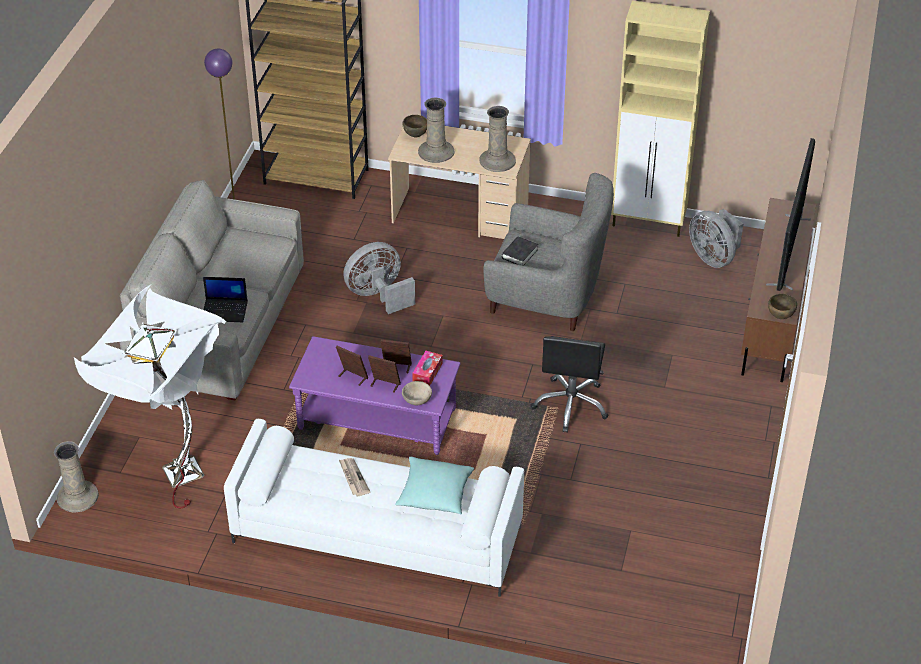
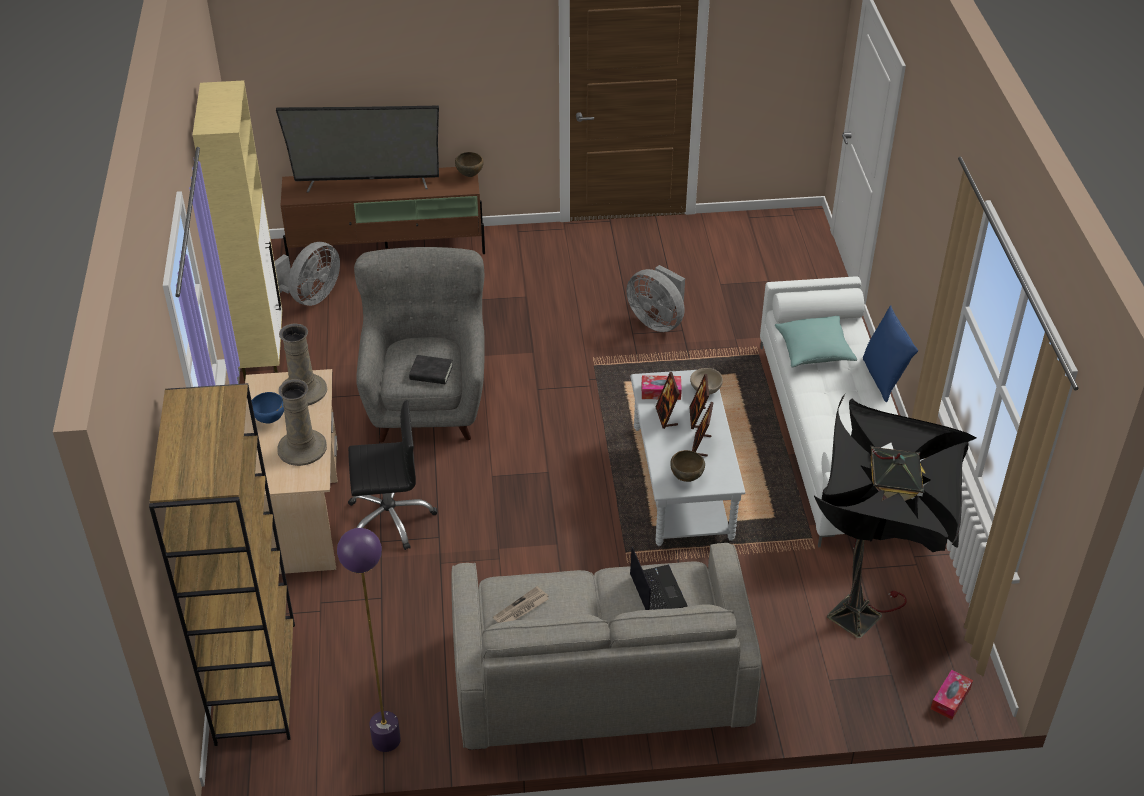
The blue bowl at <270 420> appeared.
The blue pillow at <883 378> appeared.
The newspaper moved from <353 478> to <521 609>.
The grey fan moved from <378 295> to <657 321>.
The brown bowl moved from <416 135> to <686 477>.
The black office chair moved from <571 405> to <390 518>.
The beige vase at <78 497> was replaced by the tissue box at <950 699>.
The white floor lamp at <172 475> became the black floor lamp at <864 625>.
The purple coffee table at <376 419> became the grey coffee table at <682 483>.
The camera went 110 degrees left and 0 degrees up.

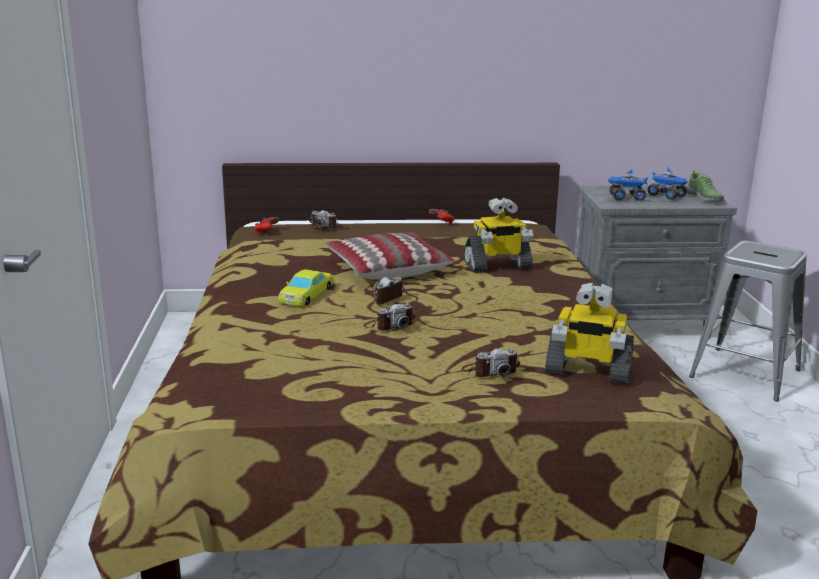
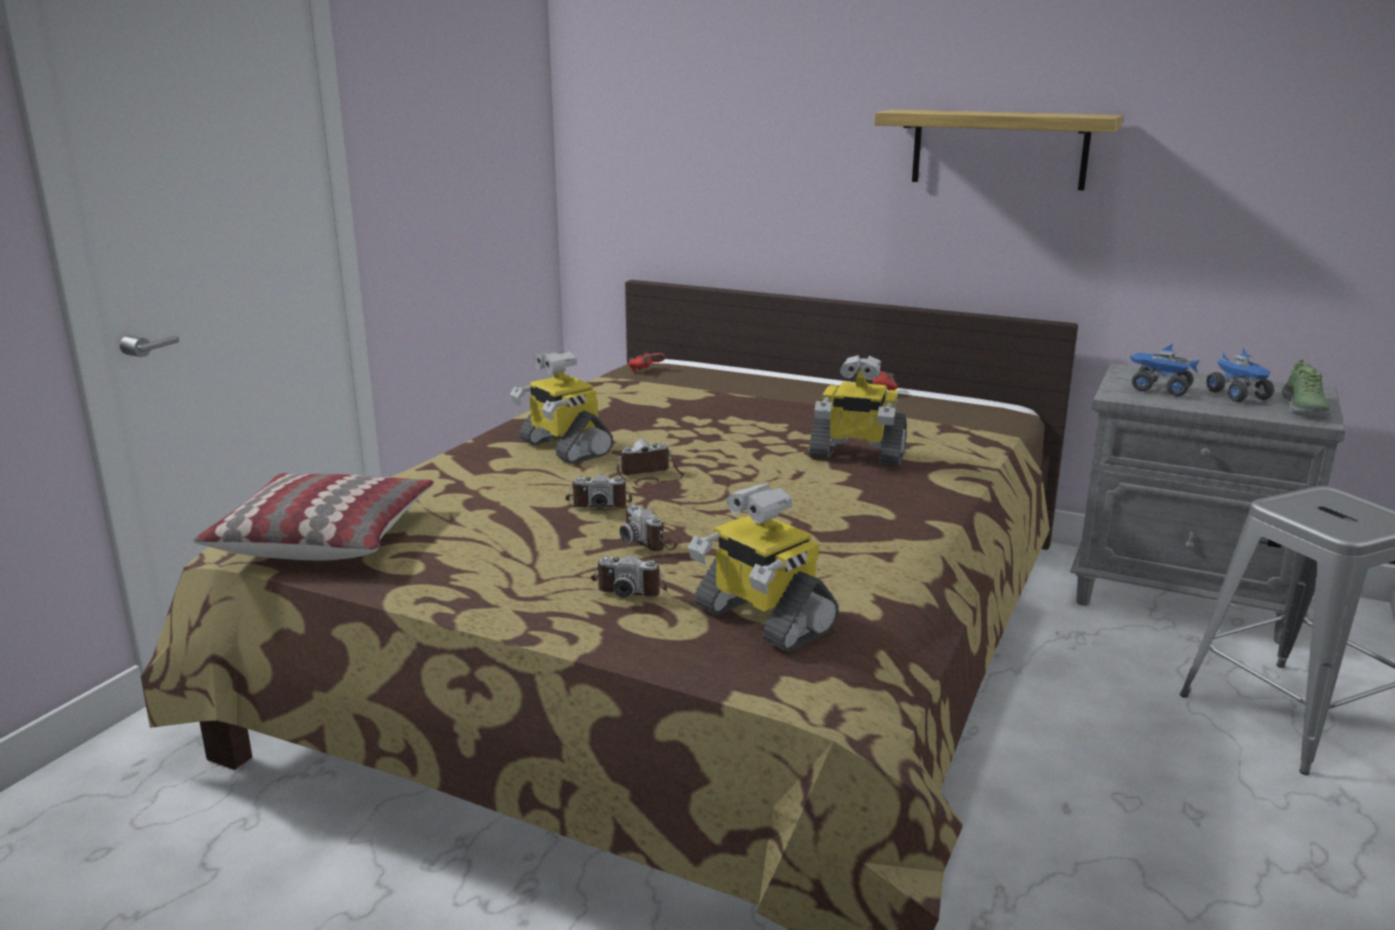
The shelf at <999 149> appeared.
The photo camera moved from <326 226> to <654 540>.
The pillow moved from <387 268> to <325 536>.
The yellow toy car at <306 294> was replaced by the toy robot at <563 448>.
The camera went 30 degrees right and 0 degrees up.

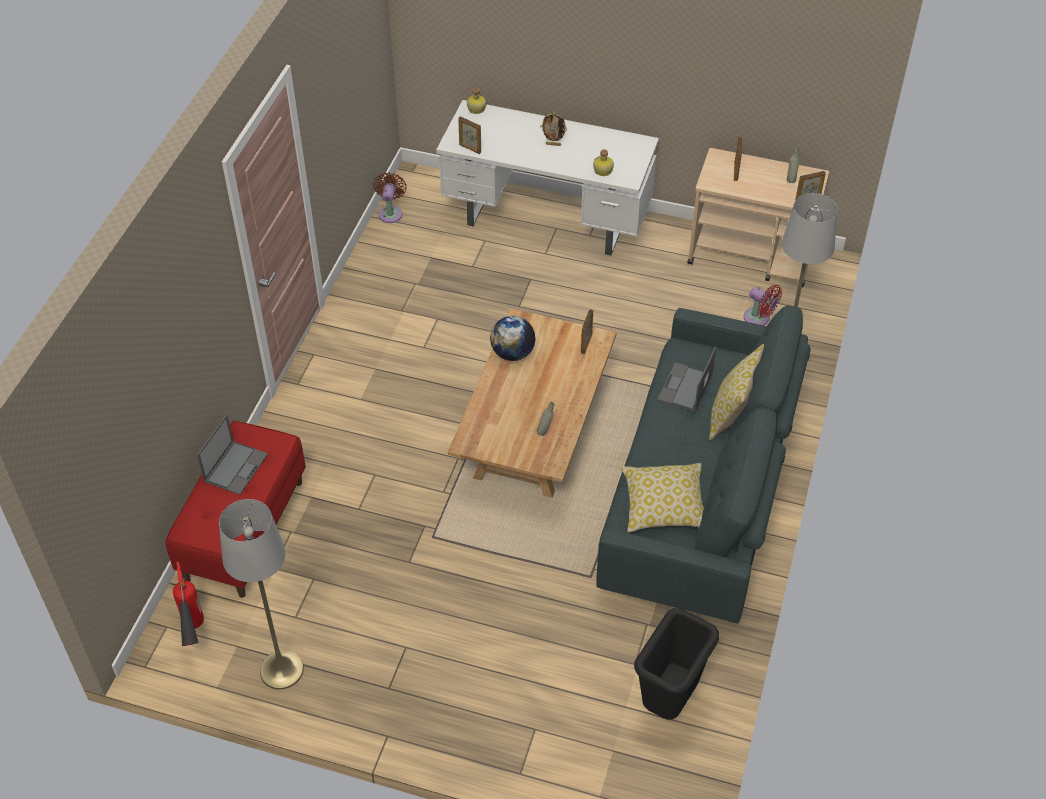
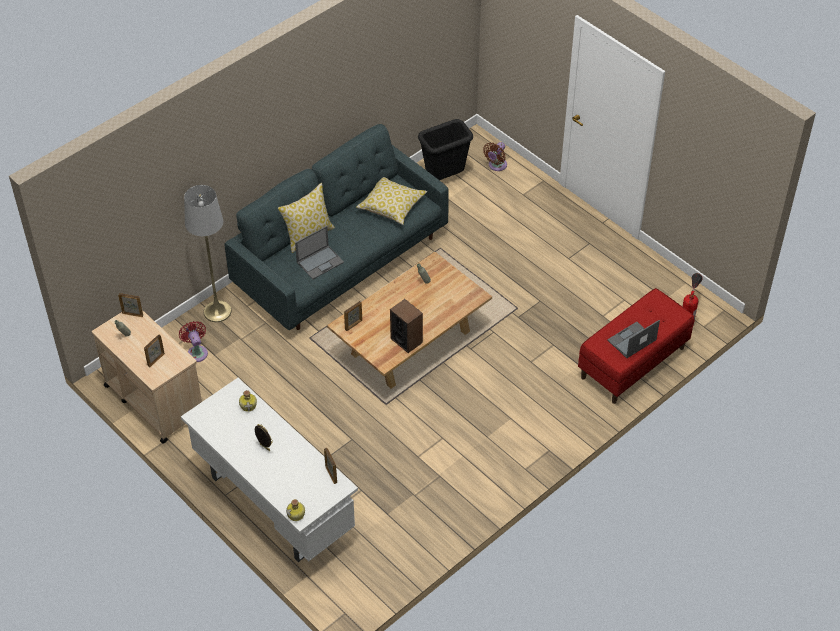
The grey floor lamp at <281 670> disappeared.
The brown fan moved from <391 212> to <496 166>.
The globe at <512 353> was replaced by the speaker at <406 340>.
The camera went 150 degrees left and 0 degrees up.

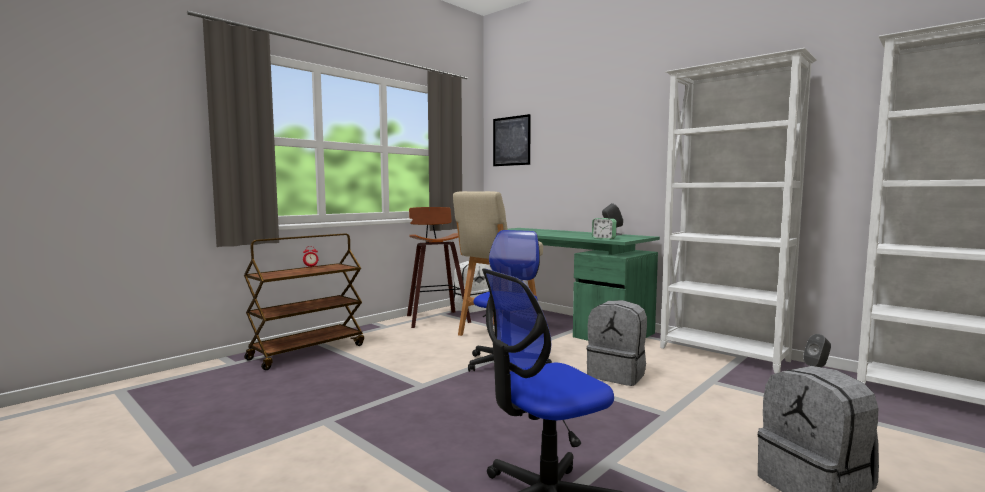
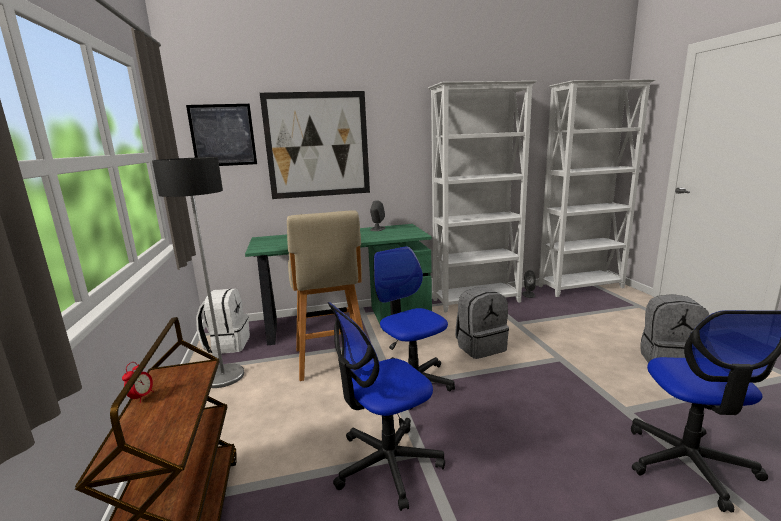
The alarm clock at <603 238> disappeared.
The picture at <317 145> appeared.
The office chair at <387 464> appeared.
The stool at <435 318> was replaced by the floor lamp at <223 376>.
The camera went 55 degrees left and 10 degrees up.

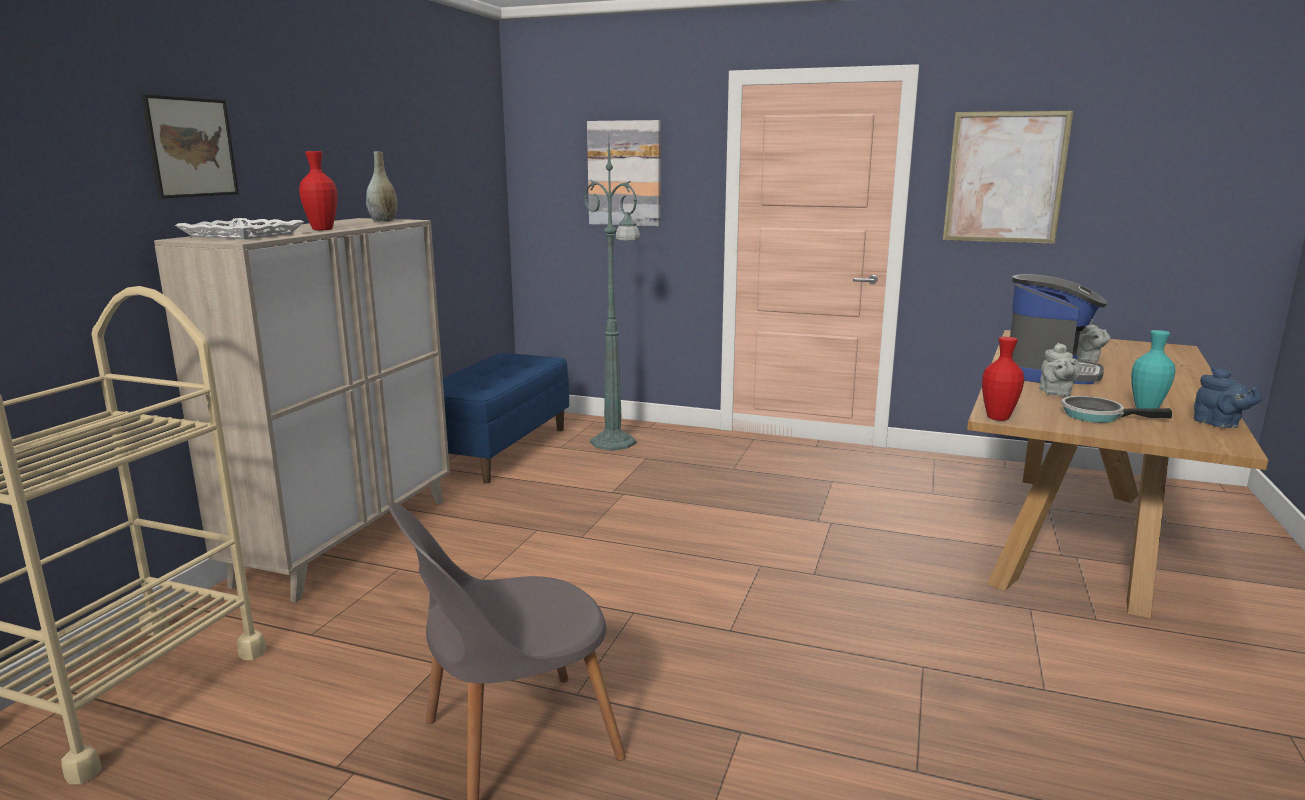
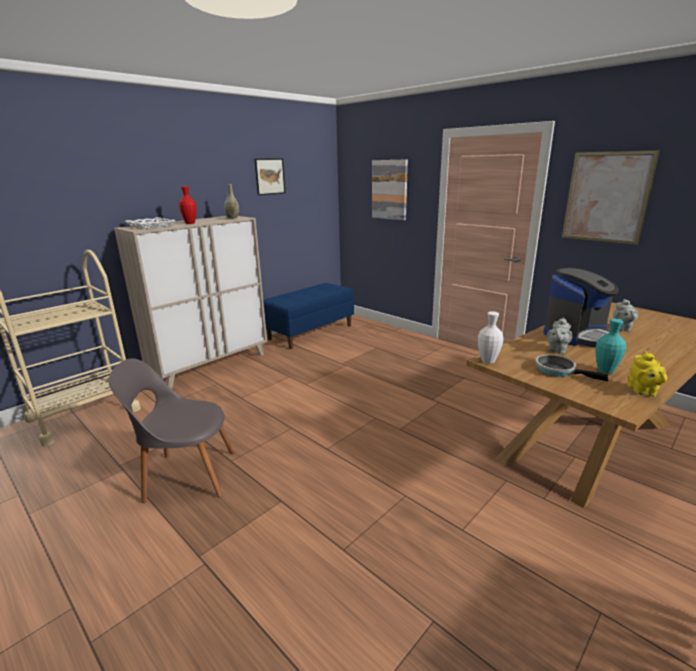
The green floor lamp at <614 443> disappeared.
The picture moved from <191 147> to <270 176>.
The red vase at <998 418> became the white vase at <488 361>.
The blue teapot at <1219 424> became the yellow teapot at <643 392>.
The camera went 25 degrees right and 5 degrees up.

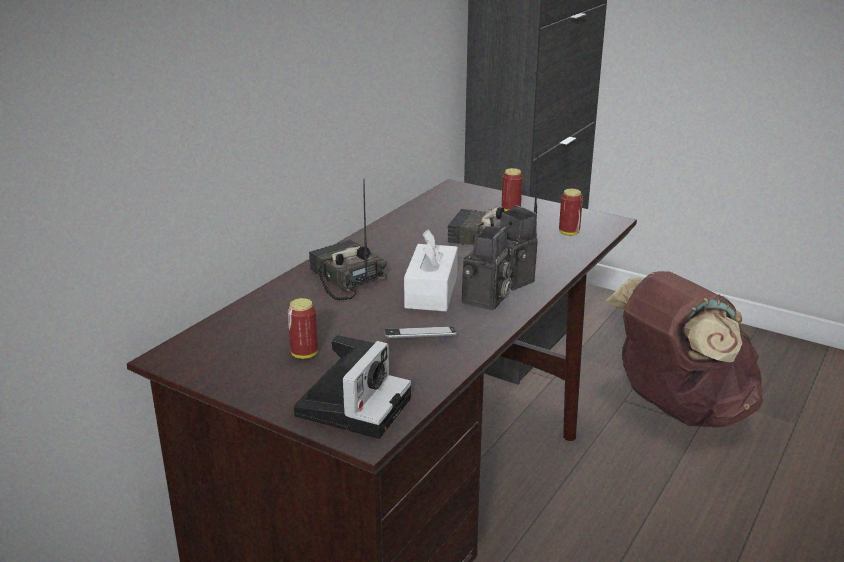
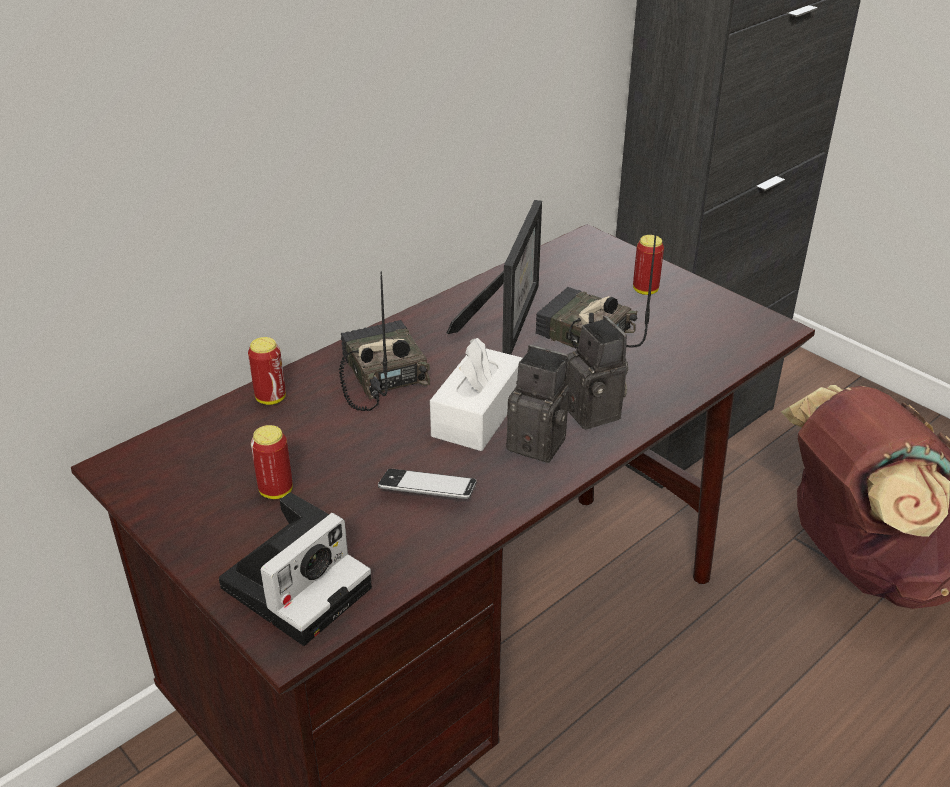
The picture frame at <508 316> appeared.
The can moved from <569 233> to <271 398>.
The photo camera at <486 301> turned 105 degrees counterclockwise.
The camera went 15 degrees right and 10 degrees up.

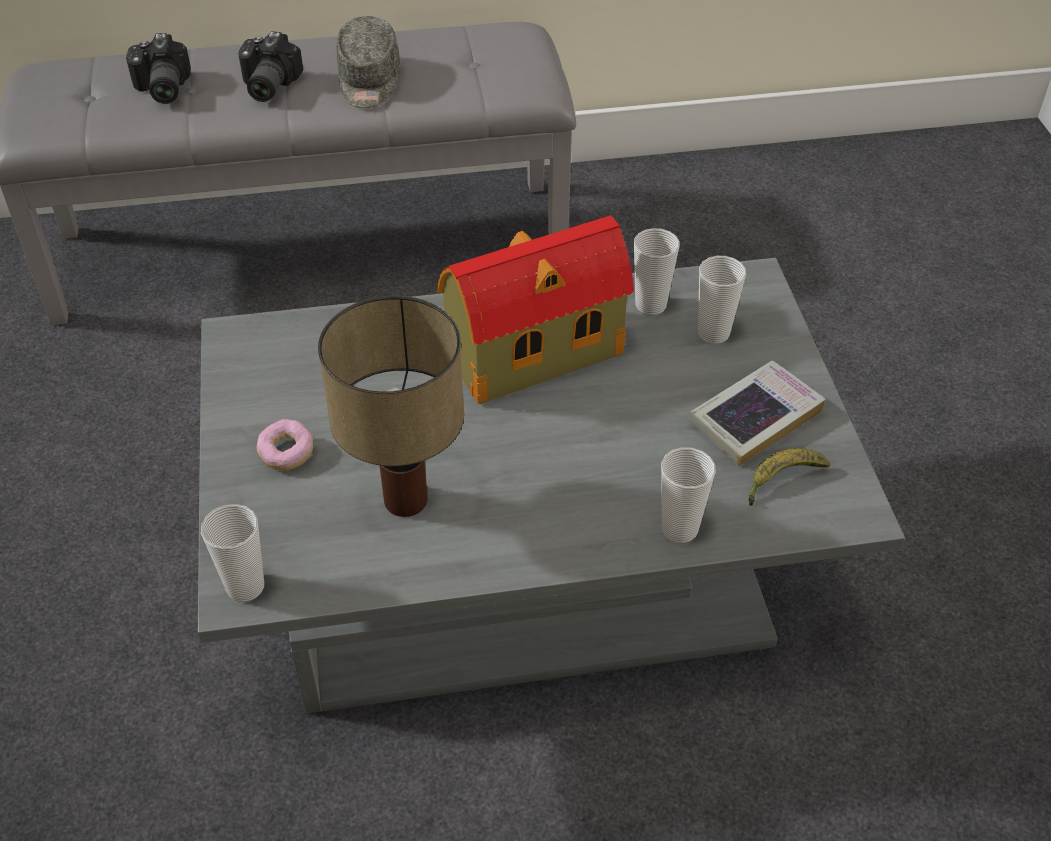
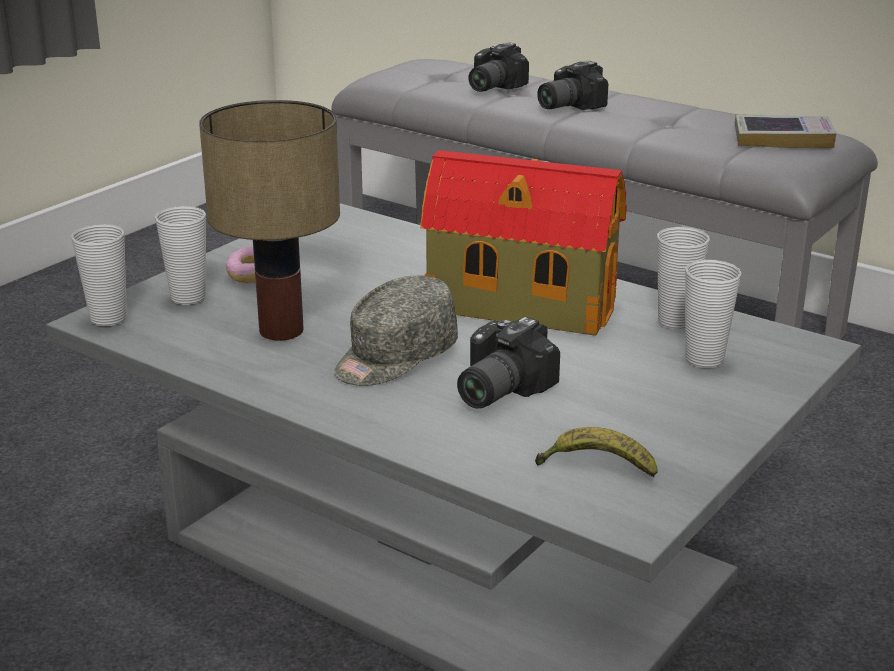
The photo camera at <495 390> appeared.
The grey cap moved from <368 80> to <394 358>.
The cup moved from <679 529> to <188 298>.
The book moved from <754 419> to <783 139>.
The camera went 45 degrees right and 20 degrees down.

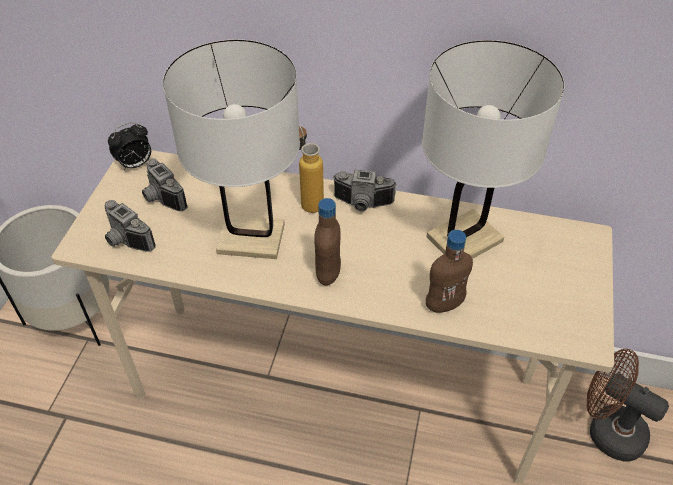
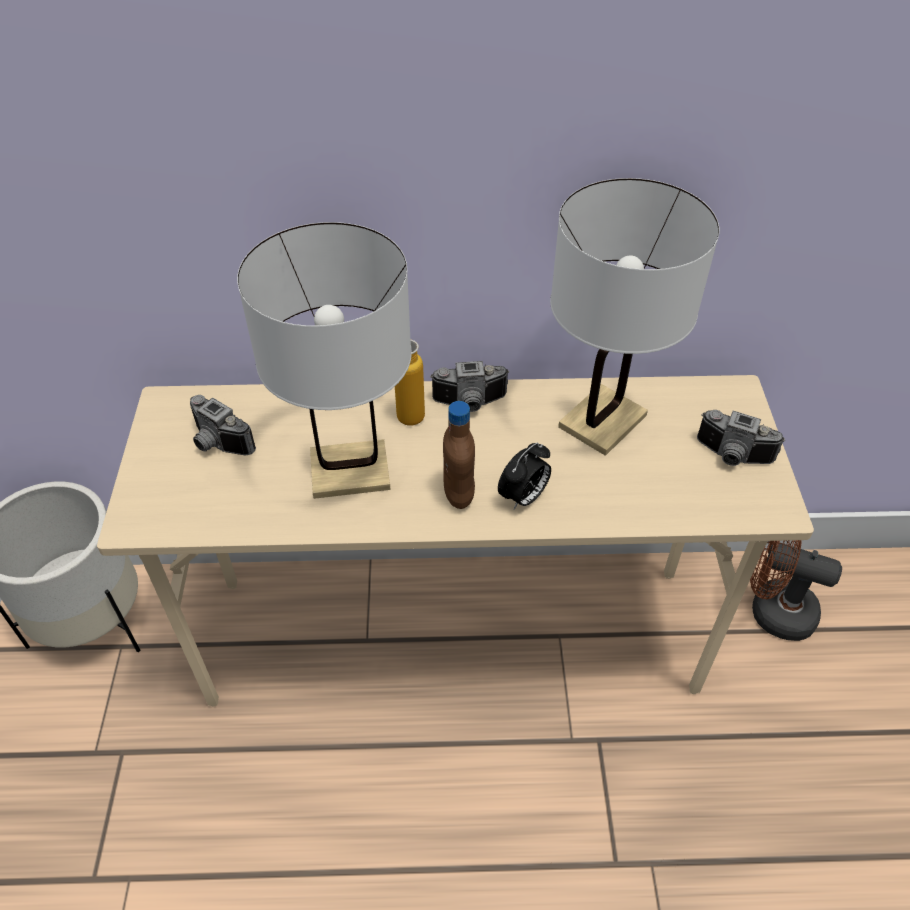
The brown bottle at <444 304> disappeared.
The photo camera moved from <125 241> to <732 457>.
The alarm clock moved from <135 165> to <523 498>.
The camera went 15 degrees left and 0 degrees up.

